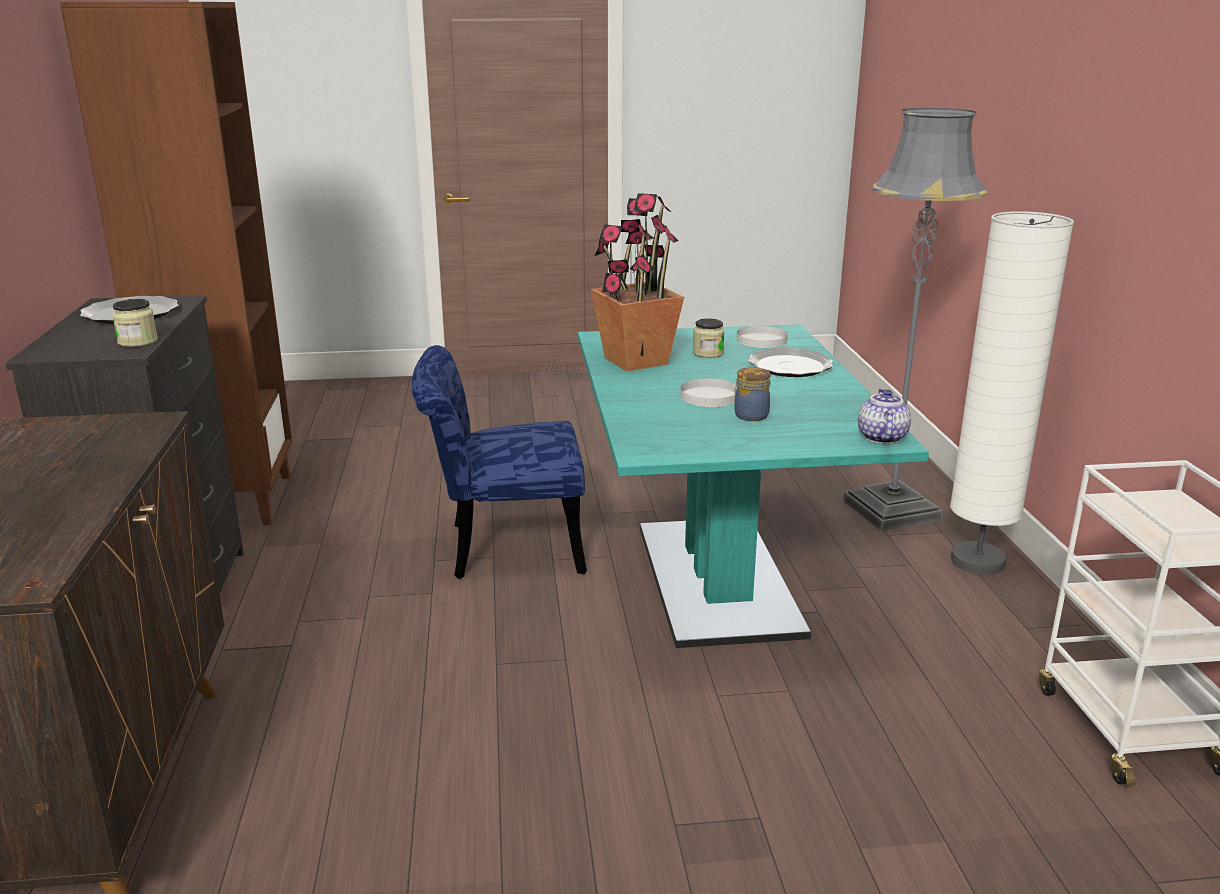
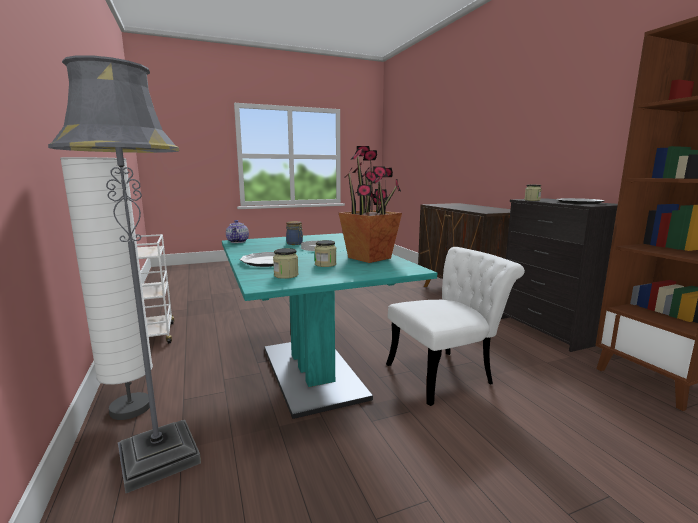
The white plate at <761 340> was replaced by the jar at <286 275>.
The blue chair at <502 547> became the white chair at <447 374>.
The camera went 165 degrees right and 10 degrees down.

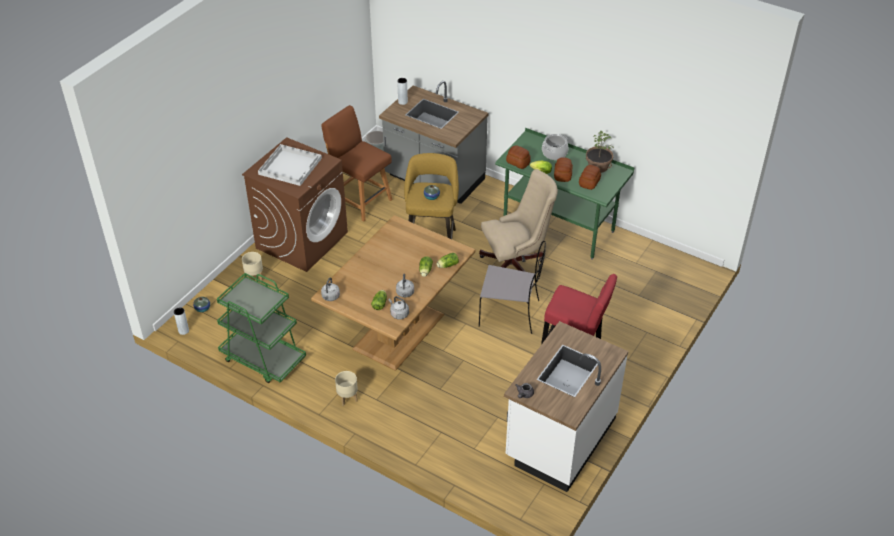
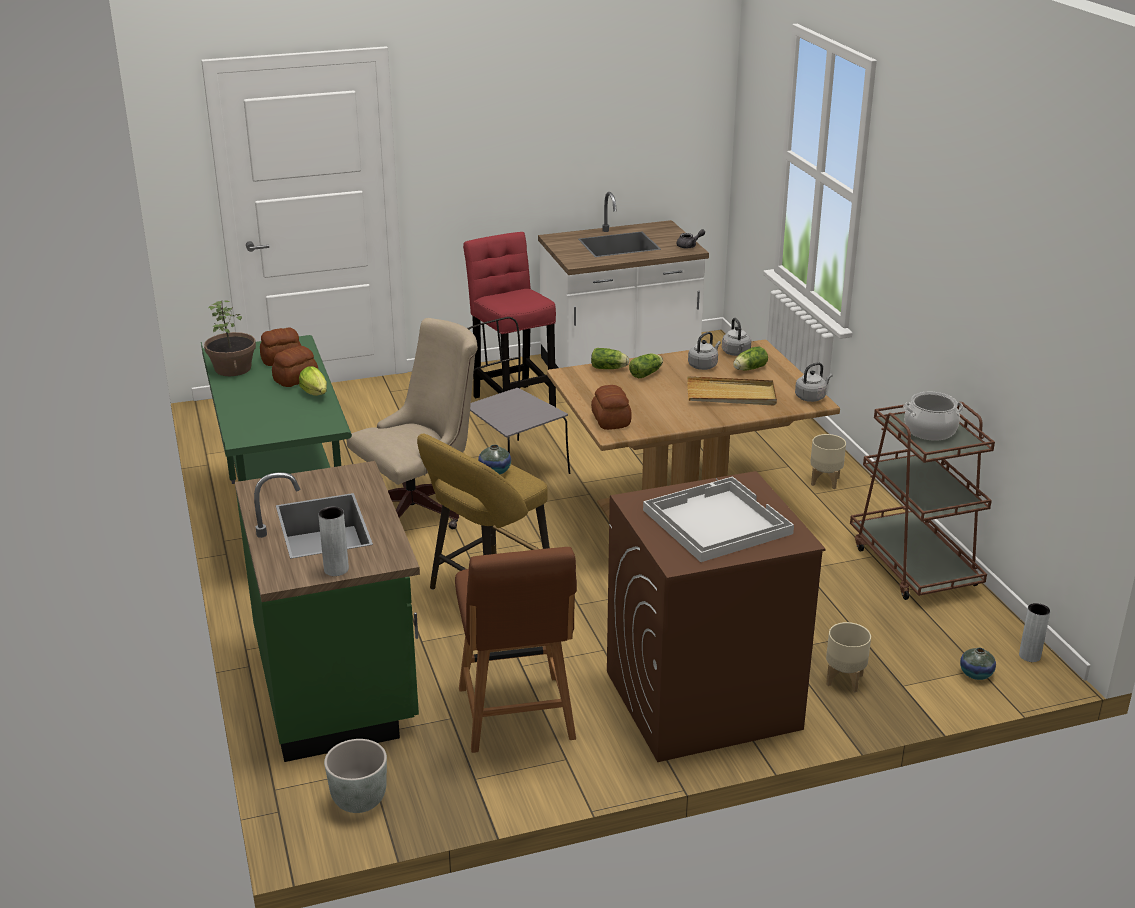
The beige tray at <731 395> appeared.
The bread moved from <518 162> to <610 420>.
The cooking pot moved from <554 153> to <930 431>.
The green cart at <263 358> became the brown cart at <914 565>.
The grey counter at <434 179> became the green counter at <338 684>.
The beige office chair at <516 265> turned 120 degrees clockwise.
The camera went 140 degrees left and 15 degrees down.

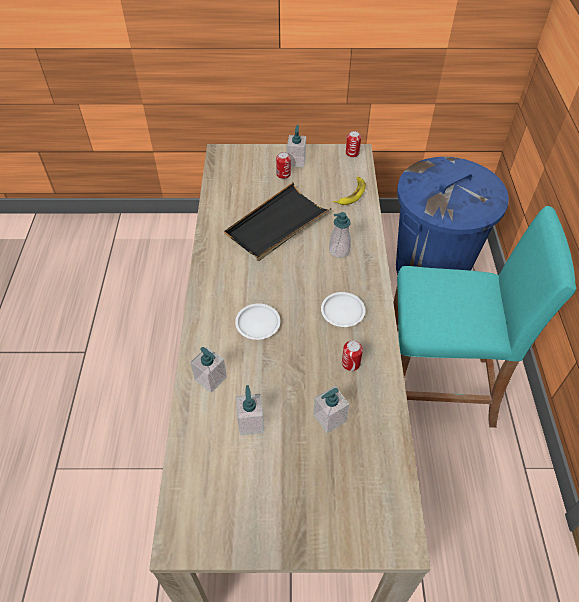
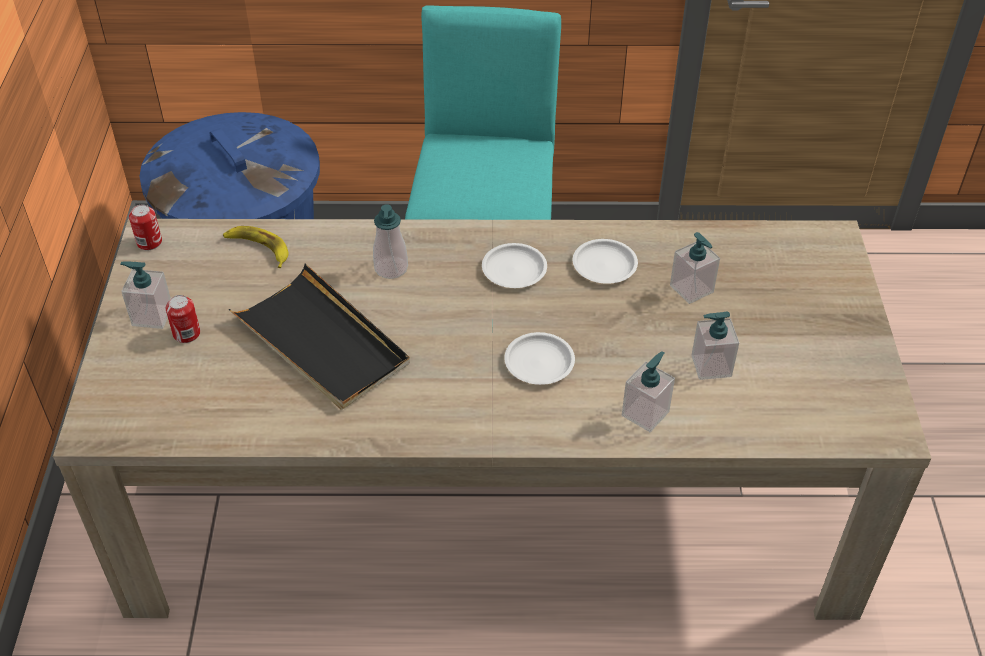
The can at <350 363> was replaced by the white plate at <604 265>.
The camera went 90 degrees left and 5 degrees down.

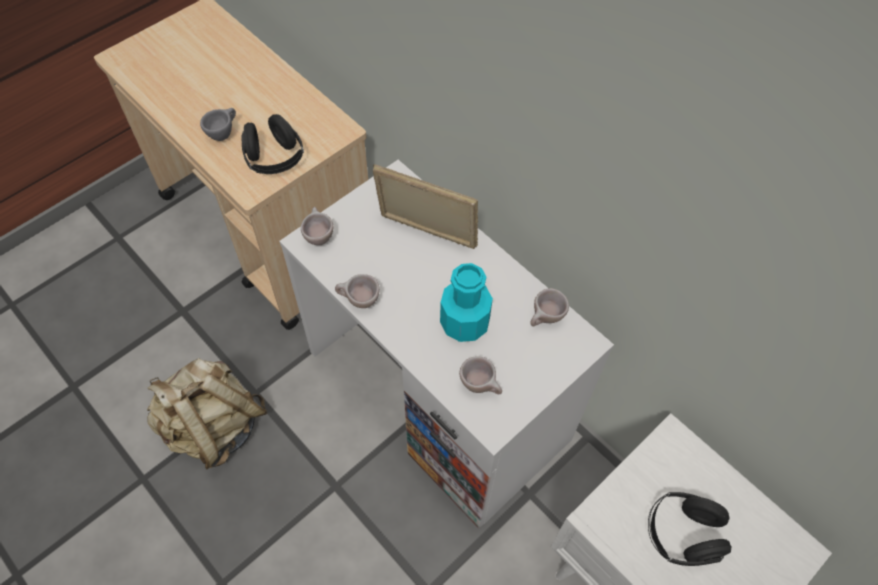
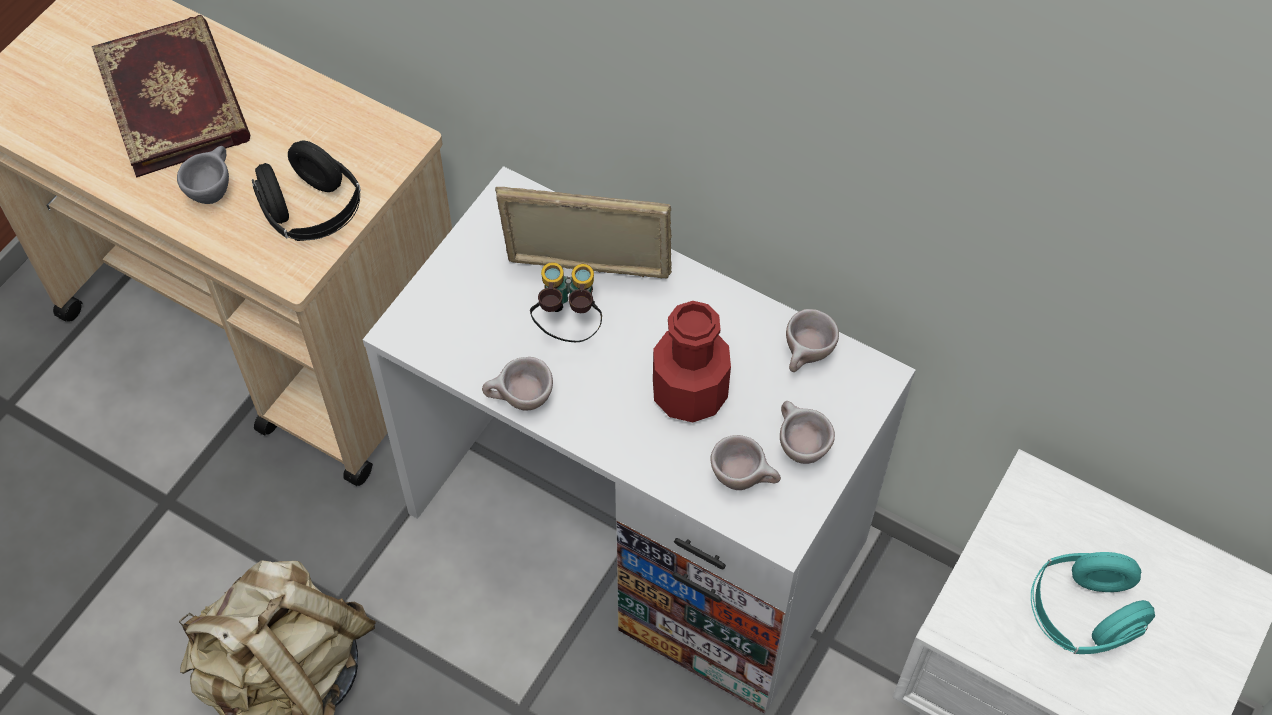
The book at <176 99> appeared.
The binoculars at <568 326> appeared.
The beige cup moved from <318 236> to <798 446>.
The turquoise bottle at <464 323> became the red bottle at <689 393>.
The black headphones at <682 535> became the turquoise headphones at <1082 614>.
The camera went 15 degrees left and 0 degrees up.

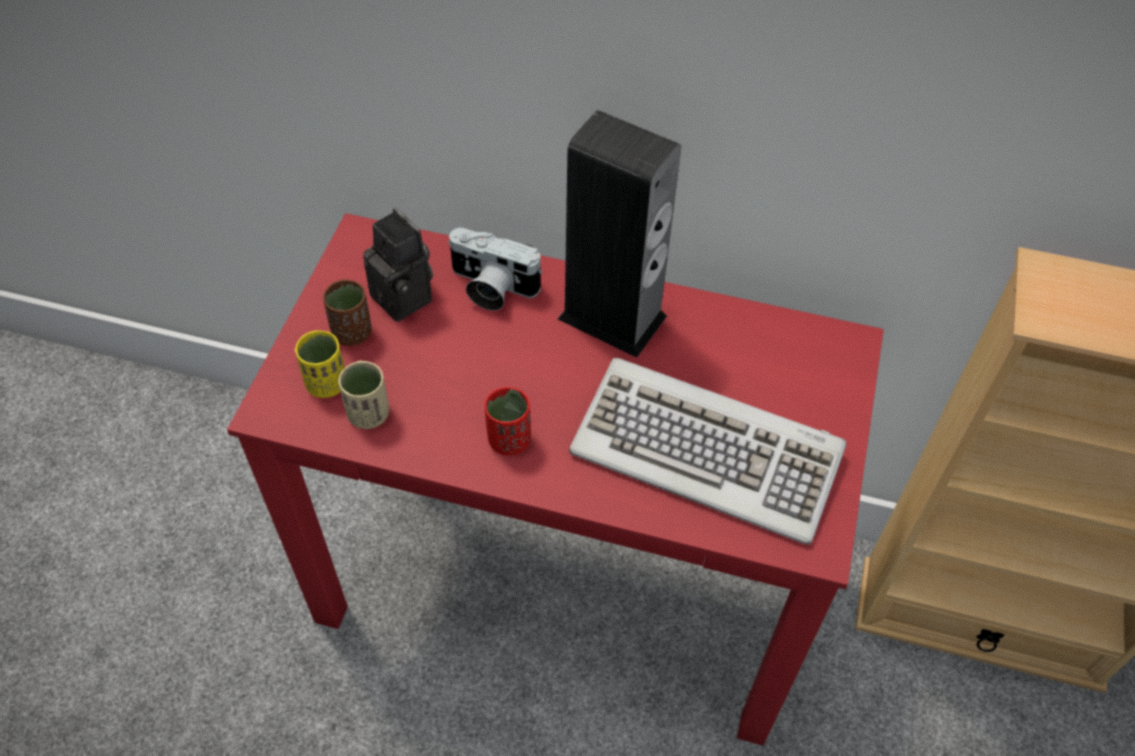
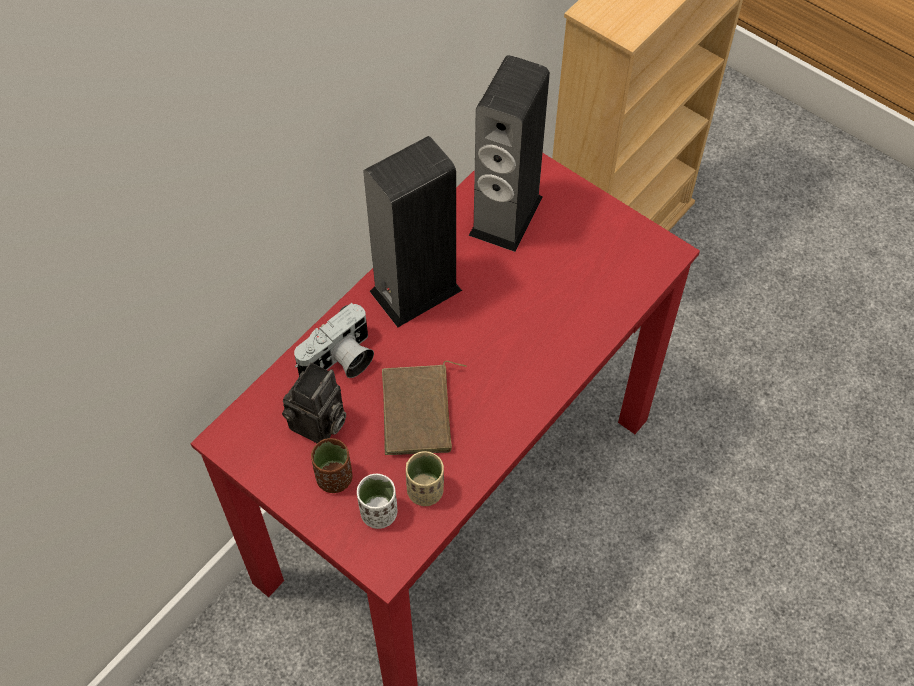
The red cup at <509 440> disappeared.
The keyboard at <707 452> disappeared.
The brown book at <420 413> appeared.
The speaker at <506 216> appeared.
The yellow cup at <327 383> became the white cup at <379 513>.
The photo camera at <407 298> turned 135 degrees clockwise.
The camera went 65 degrees left and 5 degrees up.

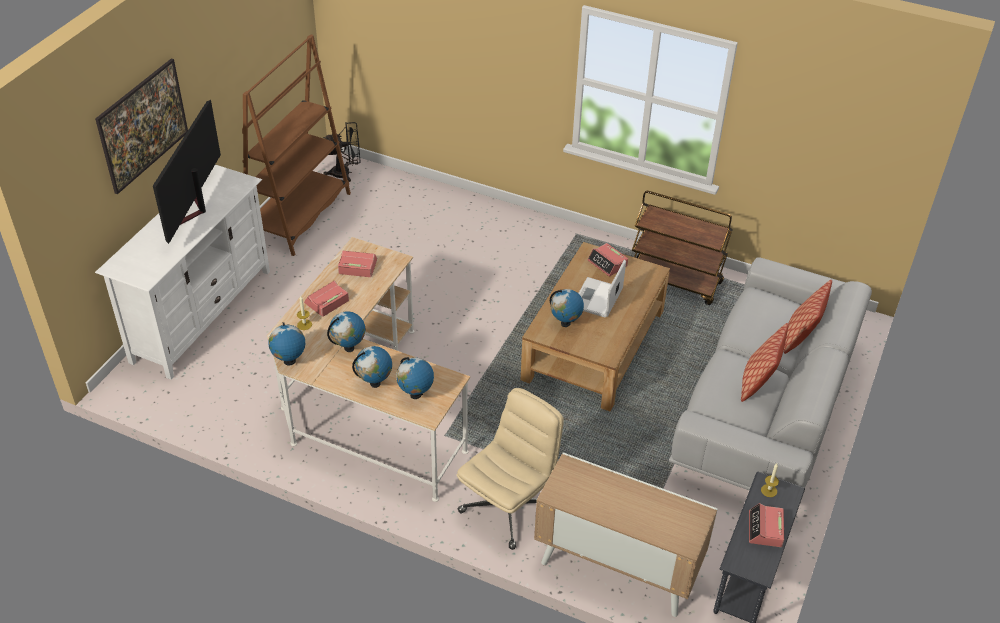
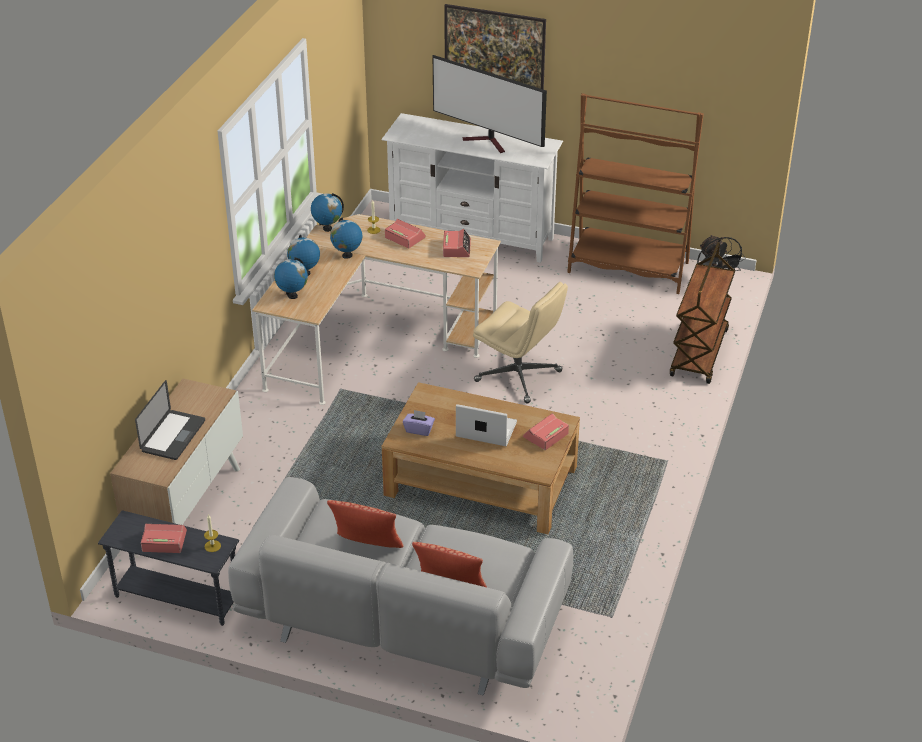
The globe at <565 323> disappeared.
The laptop at <173 436> appeared.
The purple tissue box at <419 430> appeared.
The beige office chair moved from <508 508> to <519 376>.
The brown cart moved from <675 281> to <699 354>.
The television at <194 211> turned 150 degrees counterclockwise.
The camera went 85 degrees right and 5 degrees down.

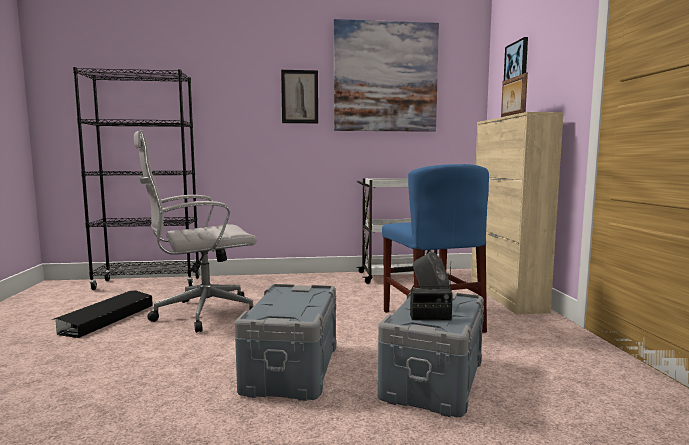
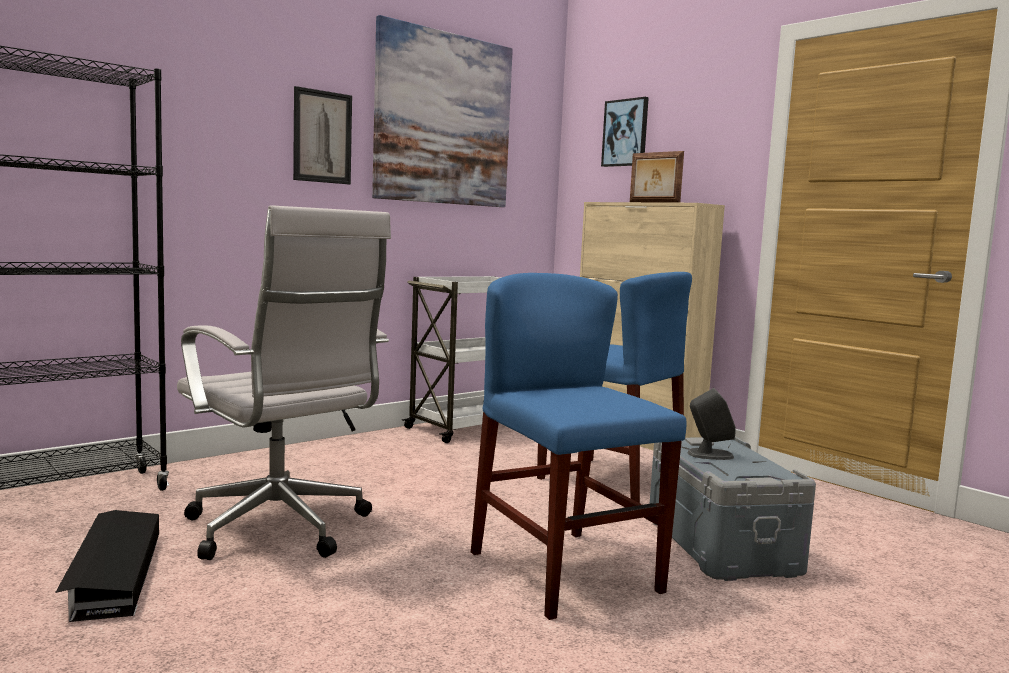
The radio at <430 317> disappeared.
The grey storage box at <293 368> was replaced by the blue chair at <564 572>.
The white office chair at <200 314> turned 75 degrees counterclockwise.
The camera went 35 degrees left and 0 degrees up.

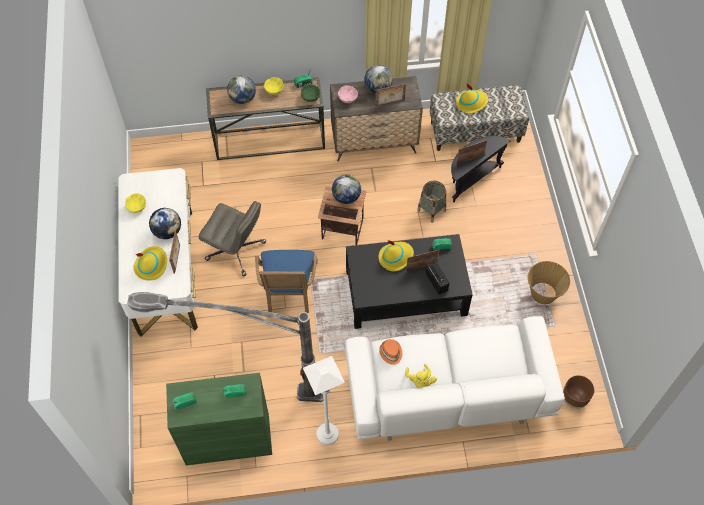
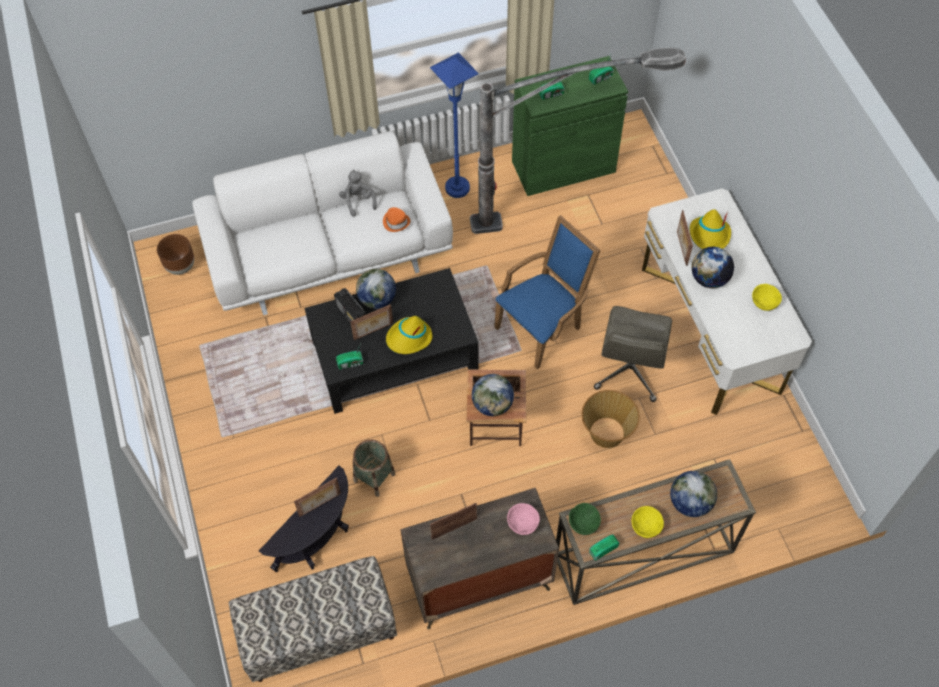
The yellow hat at <471 102> disappeared.
The globe moved from <378 88> to <377 299>.
The basket moved from <543 293> to <606 433>.
The white floor lamp at <327 434> became the blue floor lamp at <457 188>.
The yellow plush toy at <420 381> became the grey plush toy at <358 201>.
The grey office chair at <236 251> turned 90 degrees counterclockwise.
The blue armchair at <289 294> turned 60 degrees clockwise.
The camera went 170 degrees right and 0 degrees up.

